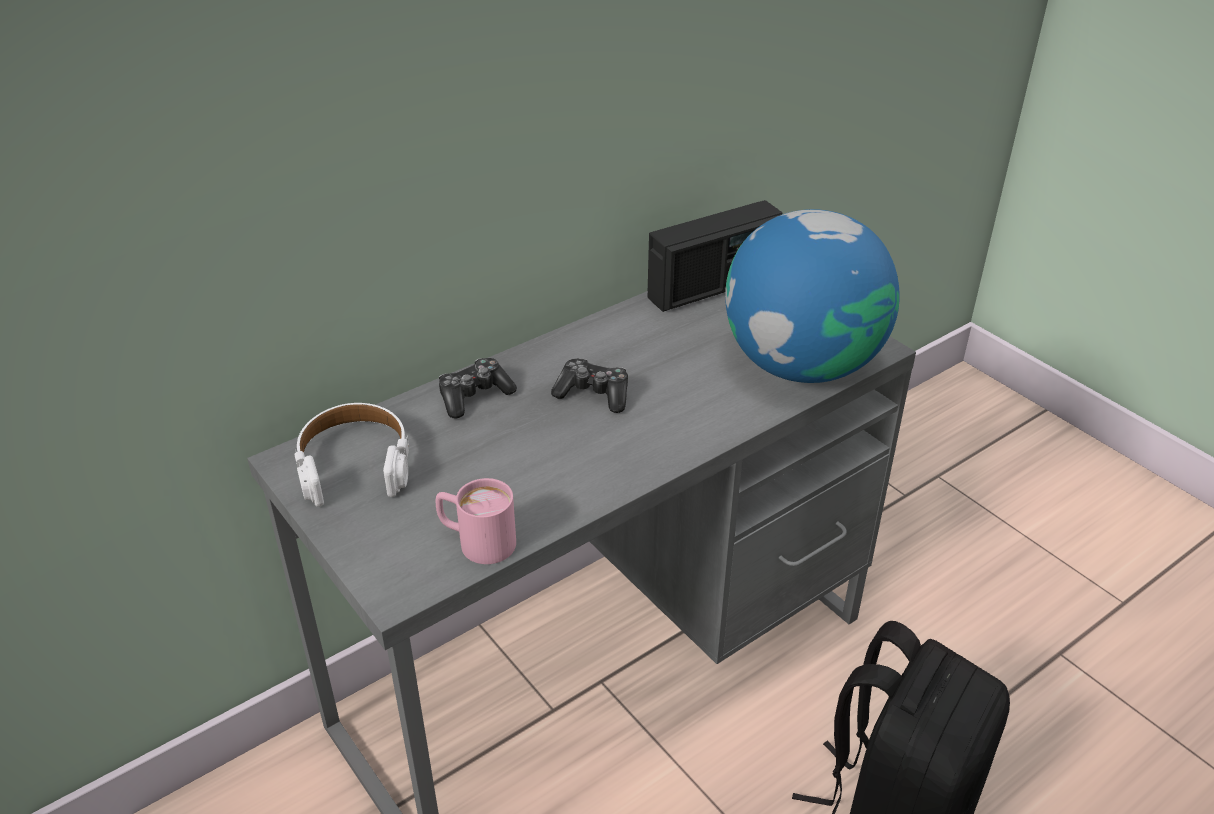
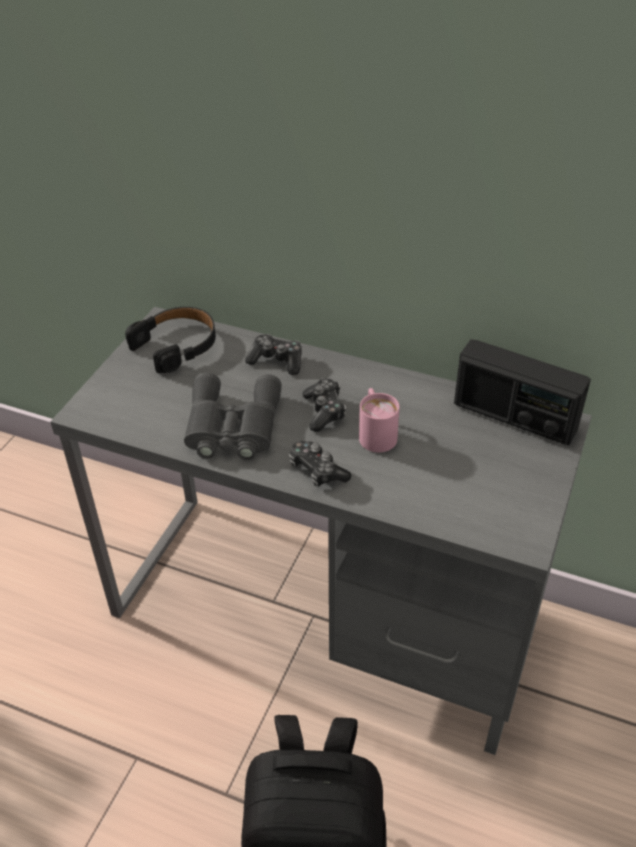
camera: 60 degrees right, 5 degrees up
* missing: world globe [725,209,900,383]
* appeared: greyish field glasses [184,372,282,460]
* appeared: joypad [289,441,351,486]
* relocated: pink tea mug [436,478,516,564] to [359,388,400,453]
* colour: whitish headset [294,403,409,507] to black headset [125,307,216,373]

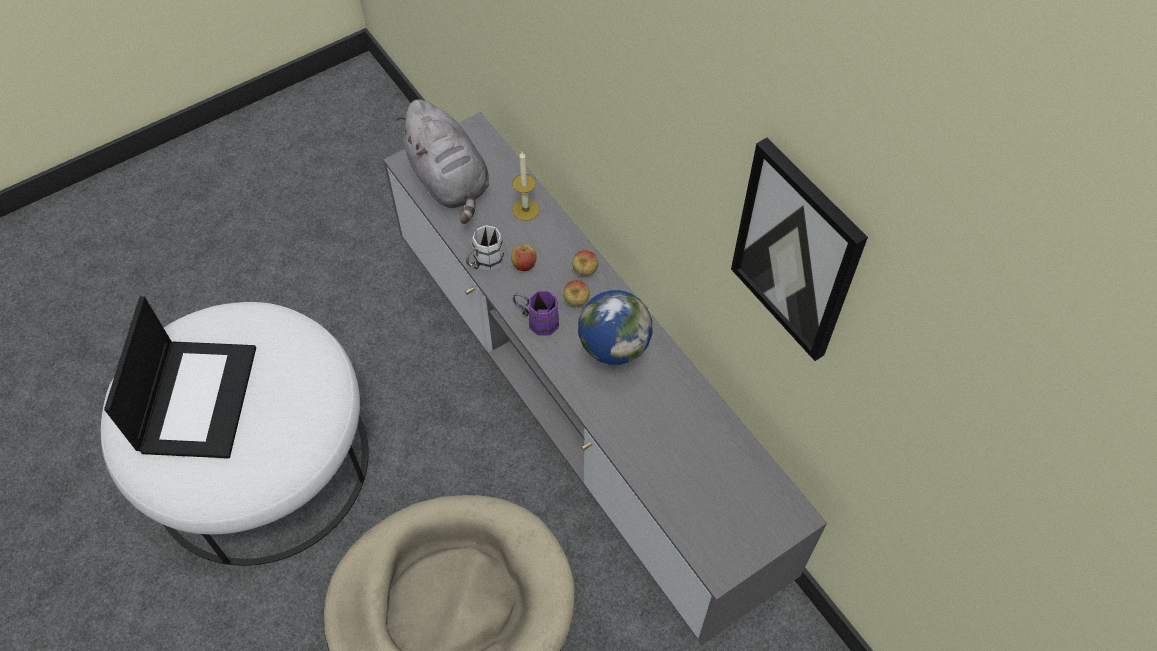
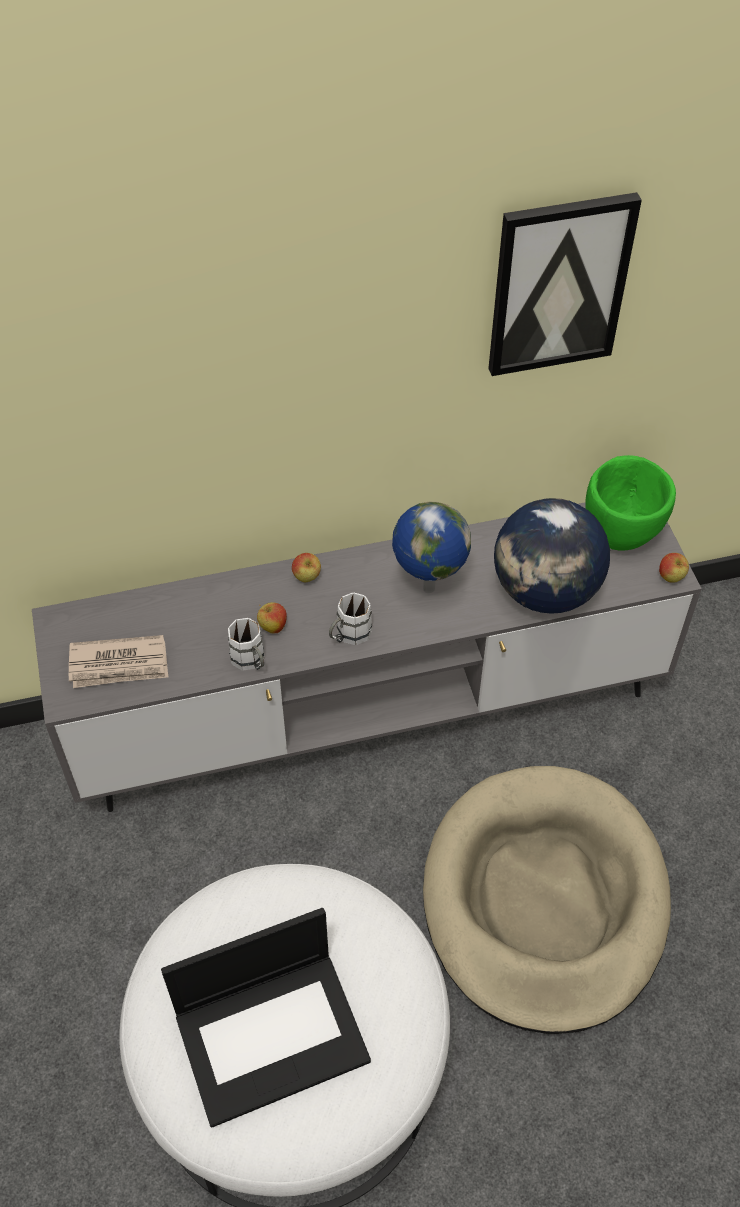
camera: 70 degrees left, 5 degrees down
* missing: candle [512,152,540,221]
* appeared: world globe [494,498,610,614]
* appeared: green serving bowl [585,455,676,551]
* relocated: whole apple [563,280,590,306] to [659,553,689,583]
* exchanged: greyish cuddly toy [396,100,489,224] to printed paper [69,635,168,688]
* colour: purple tea mug [513,291,559,336] to whitish tea mug [329,593,372,645]
* spun: portable computer [104,296,256,458] = [161,908,371,1128] 135 degrees clockwise

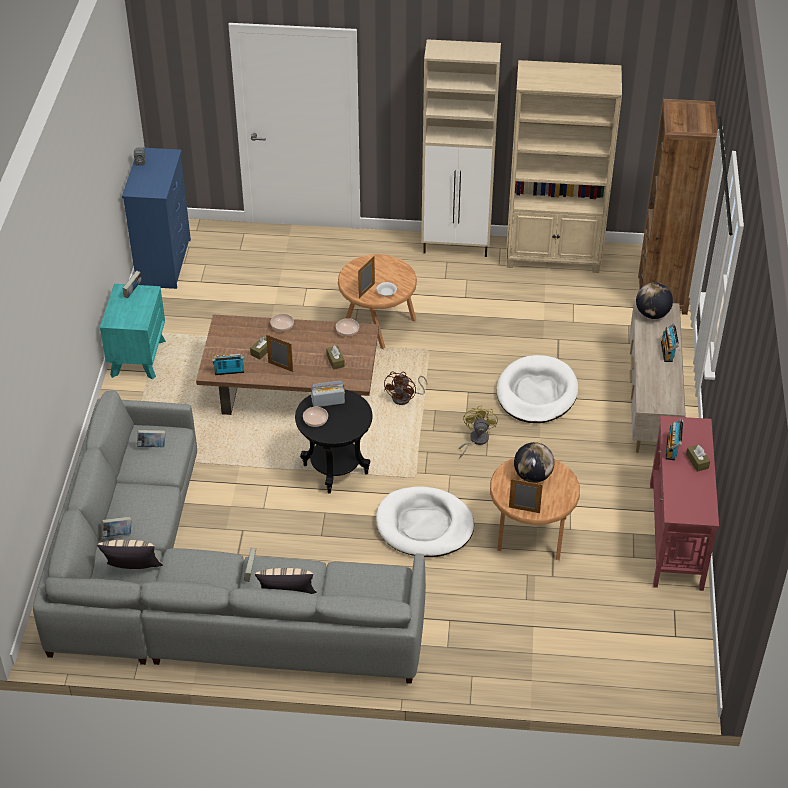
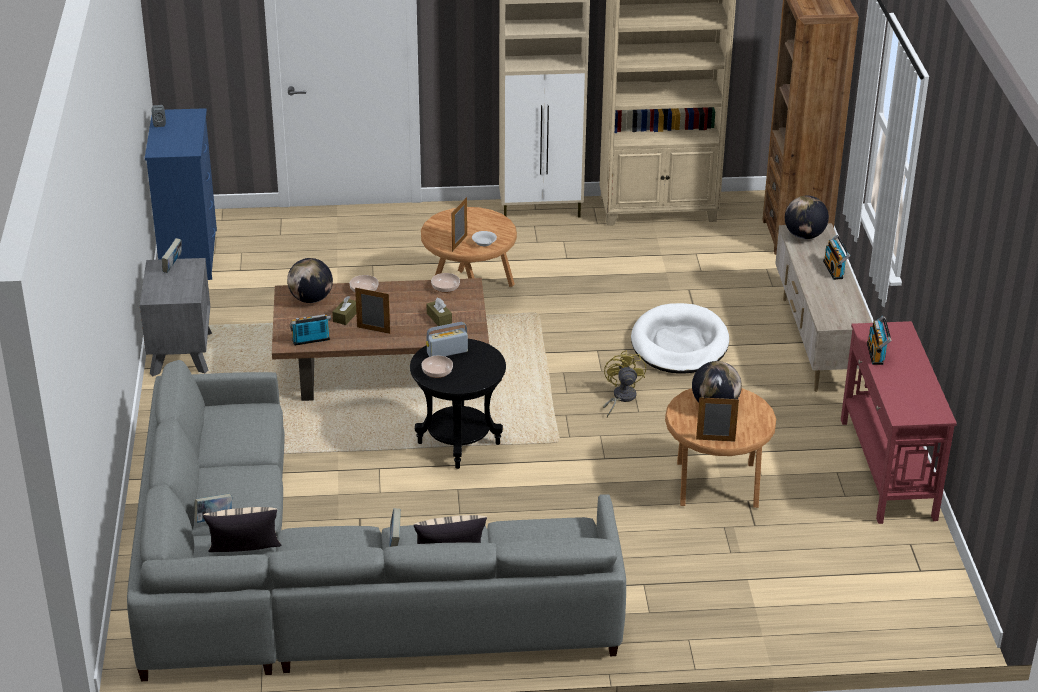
camera: 10 degrees left, 10 degrees down
* missing: book [137,430,166,447]
* missing: whitish dog bed [376,486,474,557]
* missing: brown-coloured cooling fan [384,372,427,405]
* missing: brown-coloured tissue holder [686,445,710,472]
* appeared: world globe [287,258,333,303]
* colour: turquoise-coloured night table [100,284,166,379] to greyish night table [140,258,212,377]

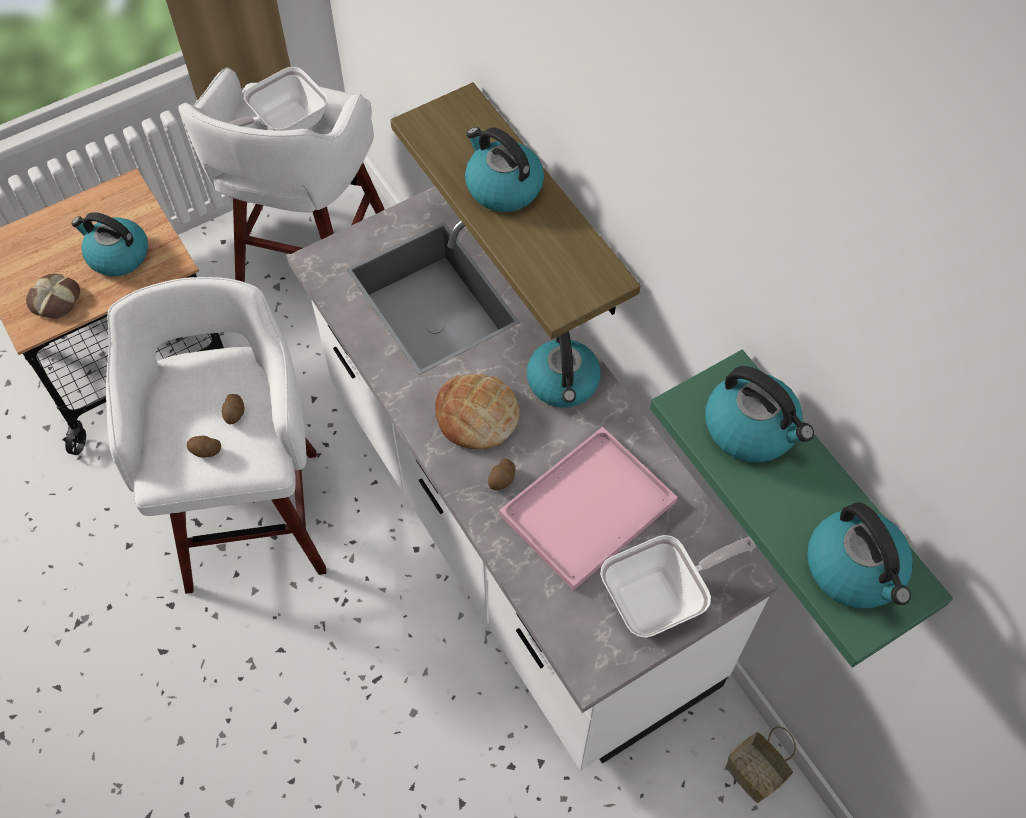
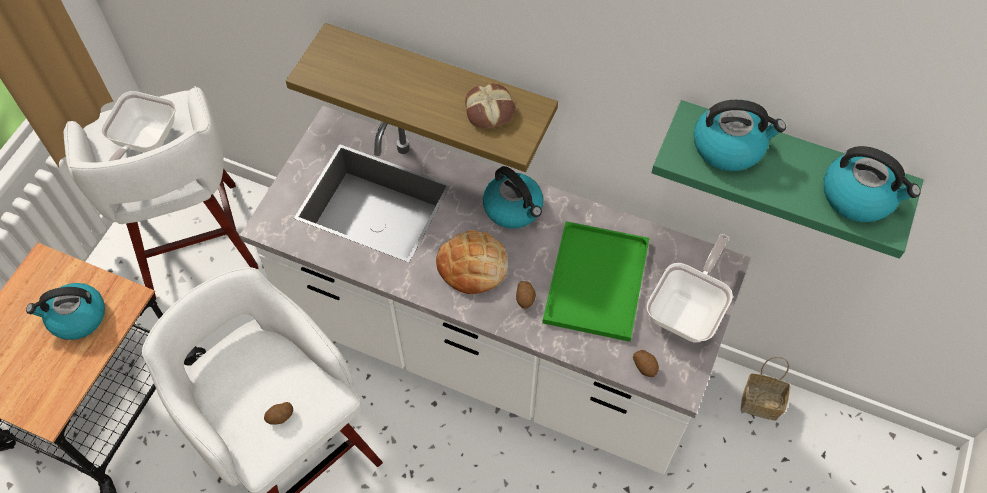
camera: 35 degrees left, 0 degrees up
* missing: kettle [465,127,544,212]
* relocated: bread [26,274,80,319] to [465,84,516,129]
* relocated: spud [222,394,245,424] to [633,350,659,377]
* colour: pink serving tray [499,427,678,590] to green serving tray [542,221,650,342]

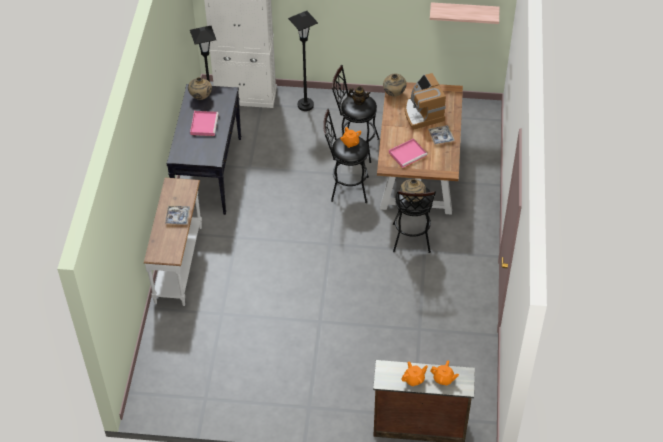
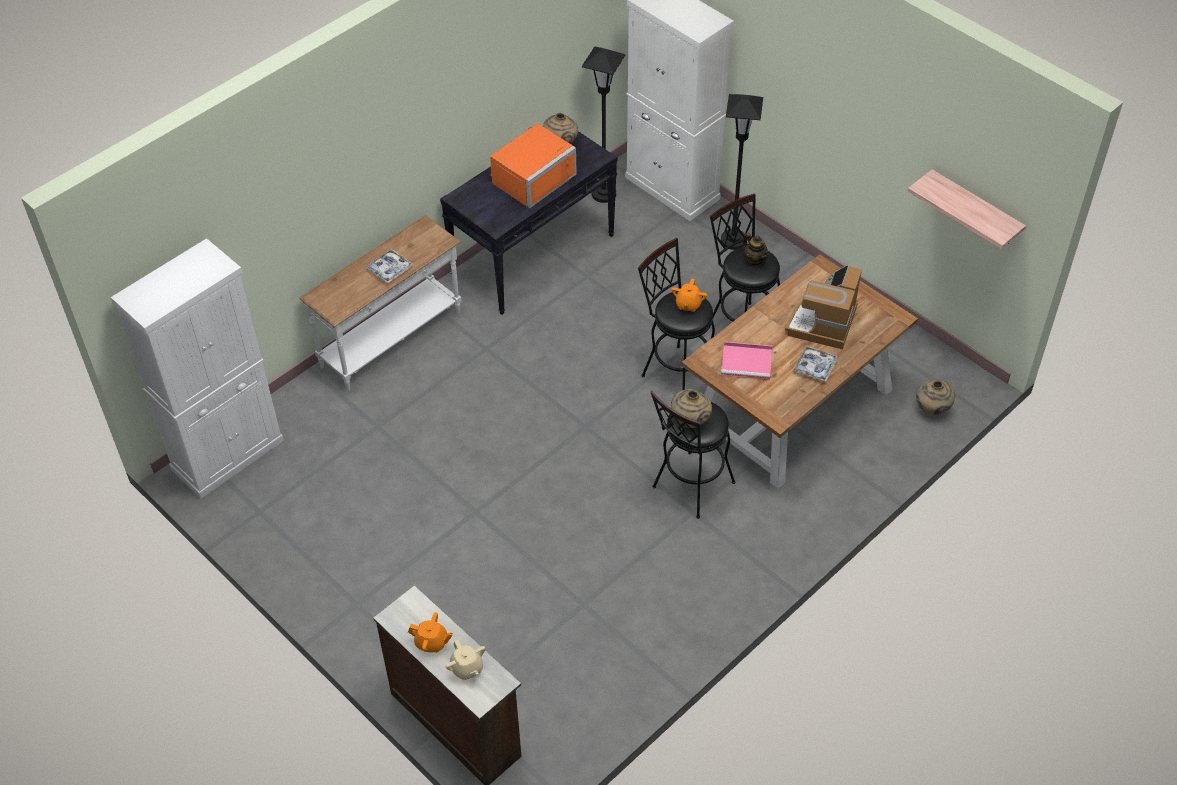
camera: 40 degrees right, 0 degrees up
* appeared: whitish cabinet [111,238,284,498]
* relocated: beige-coloured decorative vase [383,73,406,97] to [916,379,955,415]
* exchanged: pink serving tray [190,111,219,136] to orange microwave oven [490,123,577,208]
* colour: orange pot for tea [430,361,459,386] to beige-coloured pot for tea [446,640,486,680]

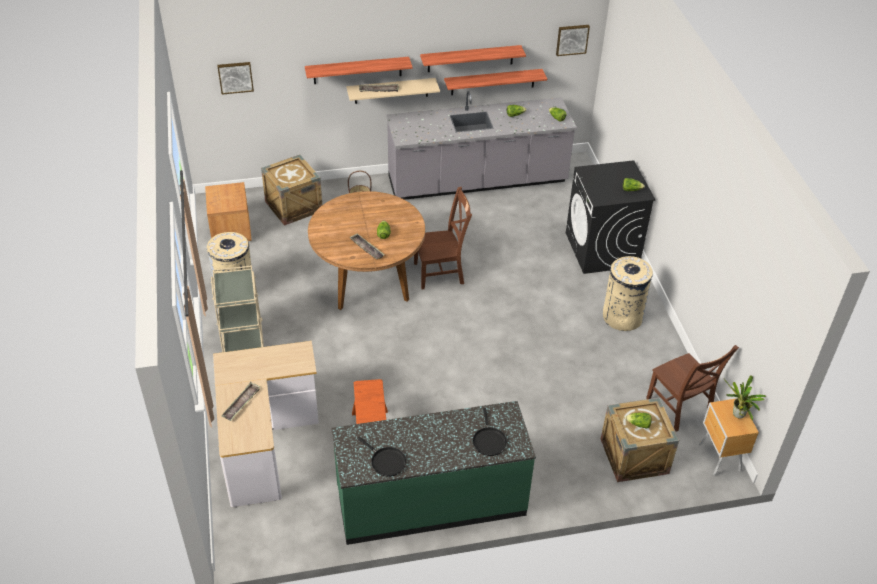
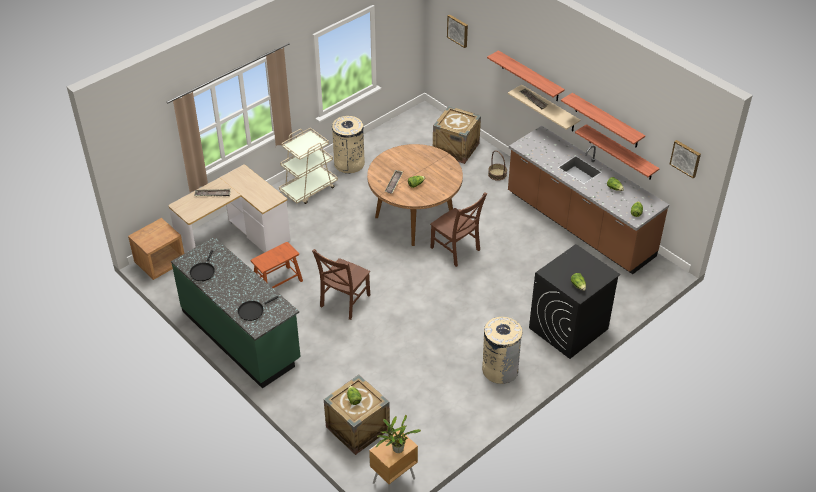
camera: 60 degrees right, 0 degrees up
* relocated: brown-coloured night table [205,182,252,241] to [128,218,184,280]
* relocated: brown-coloured plain chair [646,345,739,431] to [312,249,370,320]
* colour: greyish kitchen counter [386,91,577,200] to brown-coloured kitchen counter [508,126,669,274]

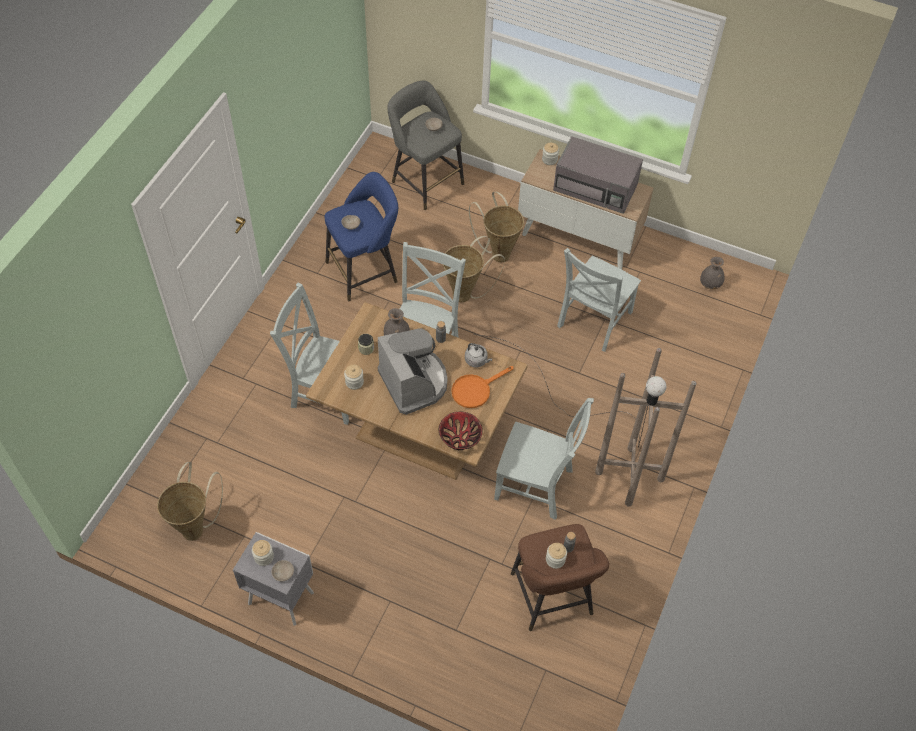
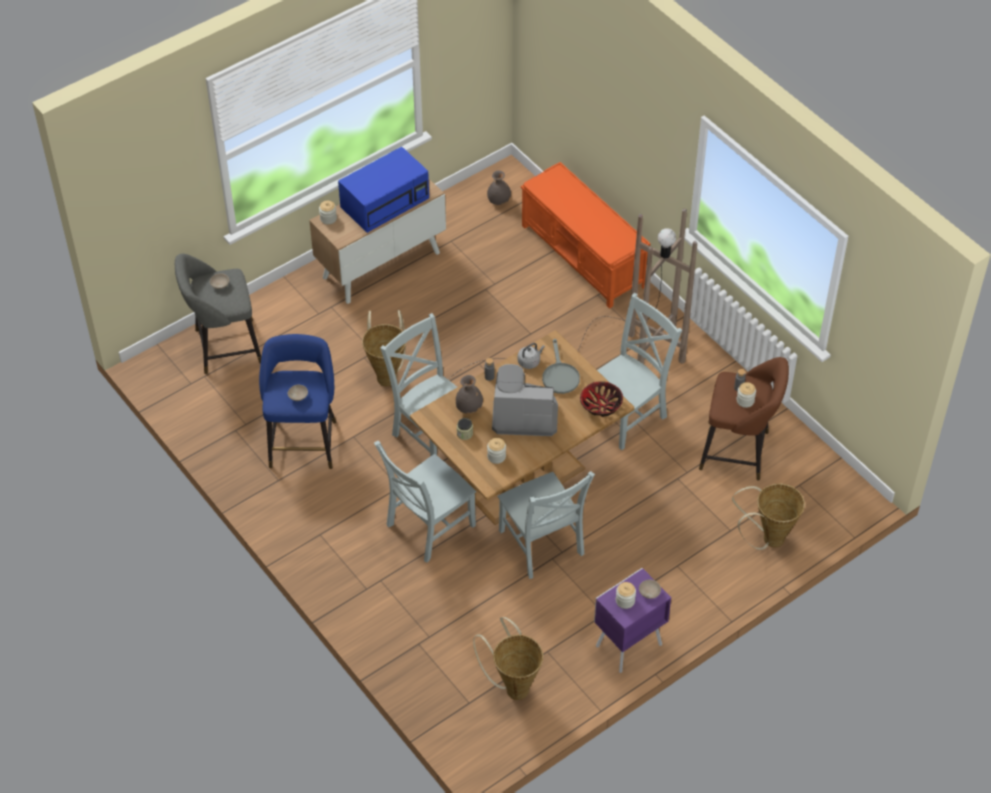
camera: 60 degrees left, 5 degrees down
* appeared: orange bench [521,162,650,309]
* relocated: household basket [469,192,524,262] to [732,483,805,550]
* relocated: greyish plain chair [557,248,641,352] to [497,471,595,579]
* colour: greyish night table [233,532,314,626] to purple night table [594,568,671,673]
* colour: orange pan [452,366,514,408] to greyish pan [542,338,580,394]
* colour: greyish microwave oven [553,136,643,214] to blue microwave oven [338,147,429,233]

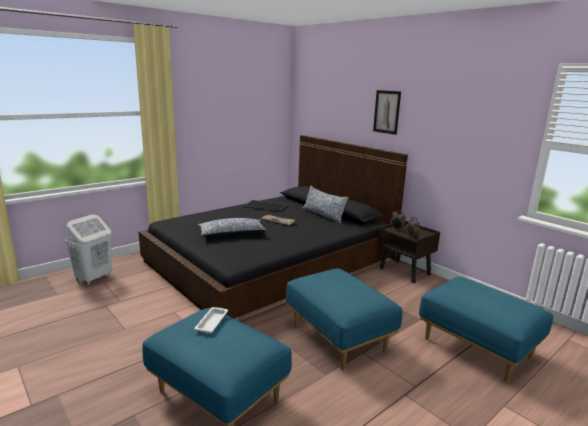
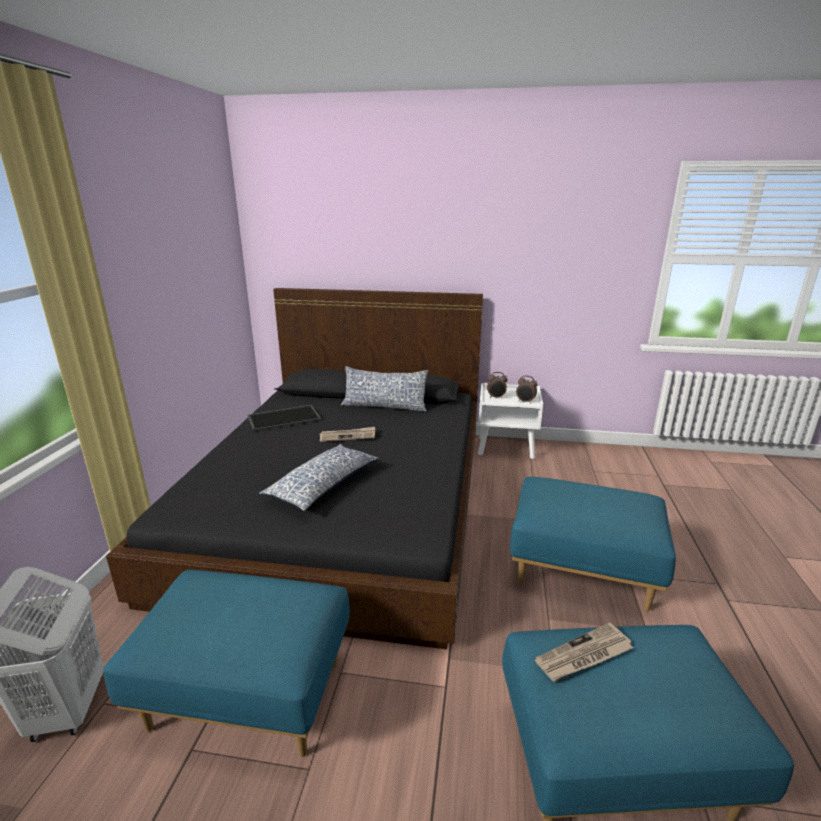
camera: 40 degrees left, 5 degrees up
* missing: picture [373,90,401,135]
* relocated: blue footrest [419,277,553,383] to [103,570,350,757]
* exchanged: whitish serving tray [194,307,228,333] to printed paper [534,623,633,682]
* colour: brown-coloured night table [379,221,440,283] to whitish night table [478,383,543,459]

